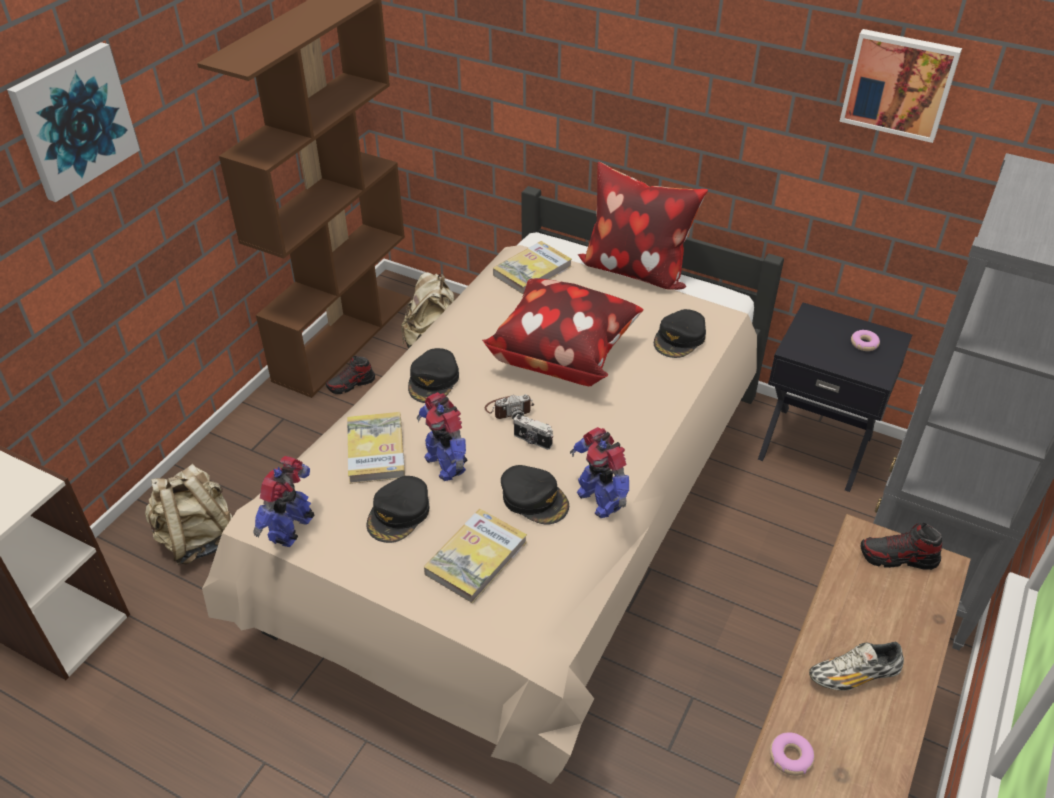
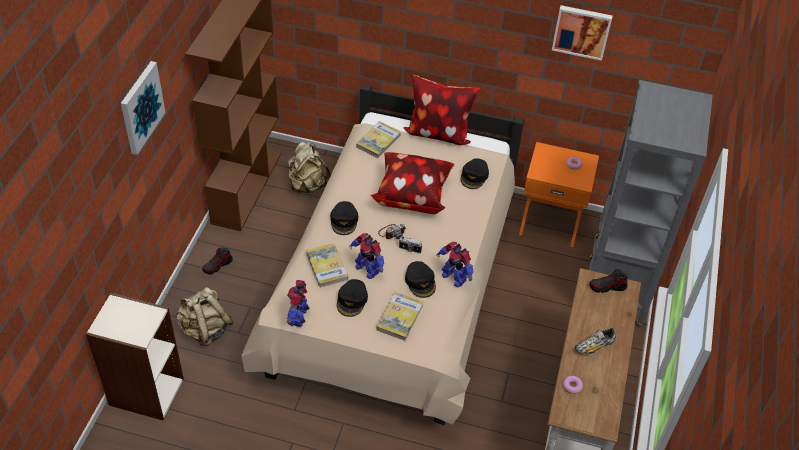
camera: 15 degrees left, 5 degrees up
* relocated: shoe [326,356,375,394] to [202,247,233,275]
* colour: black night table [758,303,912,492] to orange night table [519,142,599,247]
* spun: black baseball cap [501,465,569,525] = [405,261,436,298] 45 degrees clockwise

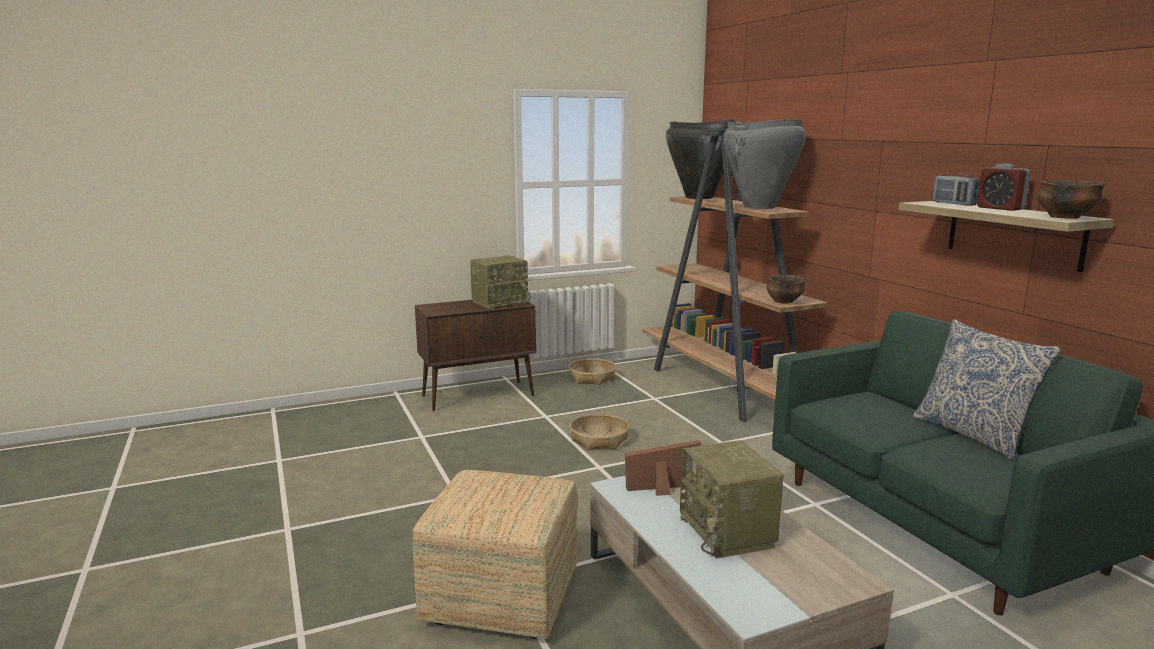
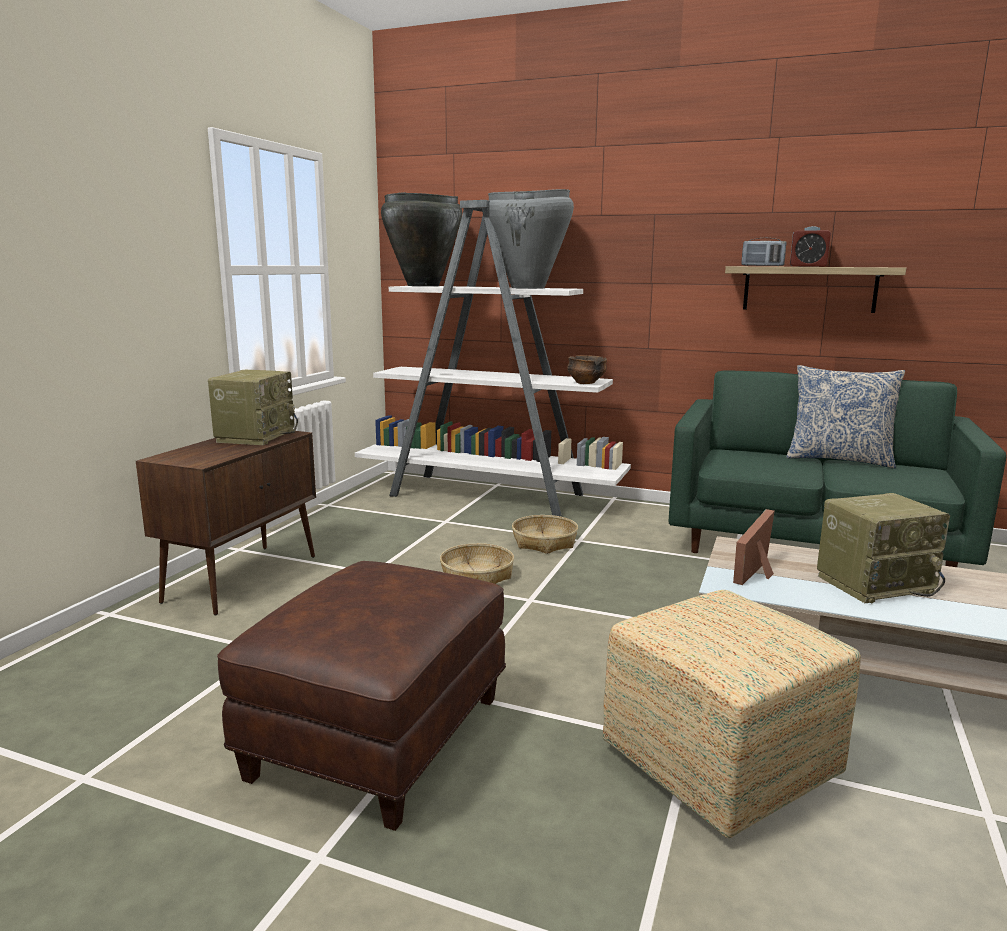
camera: 45 degrees left, 0 degrees up
* missing: serving bowl [1038,180,1106,219]
* appeared: brown-coloured footrest [217,561,506,831]
* relocated: household basket [569,358,616,385] to [512,515,578,554]
* colour: brown-coloured bookcase [642,129,827,422] to whitish bookcase [355,200,631,517]
* spun: radio [680,440,784,559] = [817,493,950,603] 45 degrees counterclockwise

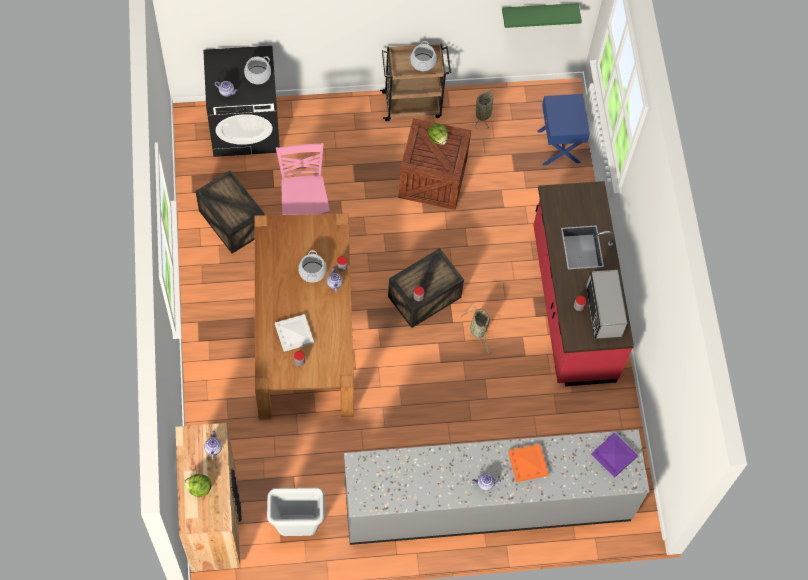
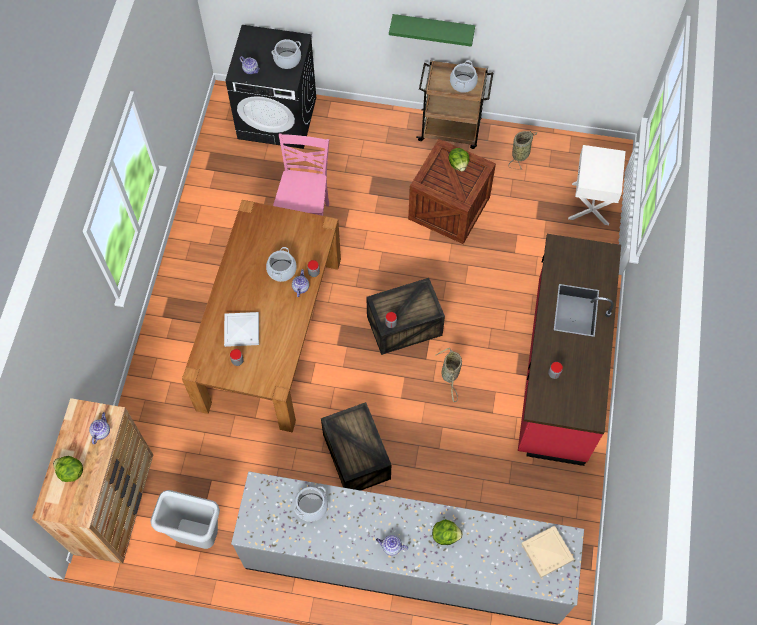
camera: 20 degrees right, 0 degrees up
* missing: microwave oven [585,270,627,339]
* appeared: stockpot [294,486,328,522]
* relocated: crate [196,170,264,254] to [321,402,391,491]
* relocated: green bracket shelf [502,3,582,28] to [389,14,475,47]
* exchanged: orange serving tray [508,444,549,482] to head of lettuce [432,519,463,545]
* colour: blue night table [538,94,590,165] to whitish night table [568,145,626,225]
* colour: purple serving tray [591,432,638,478] to beige-coloured serving tray [521,525,574,578]

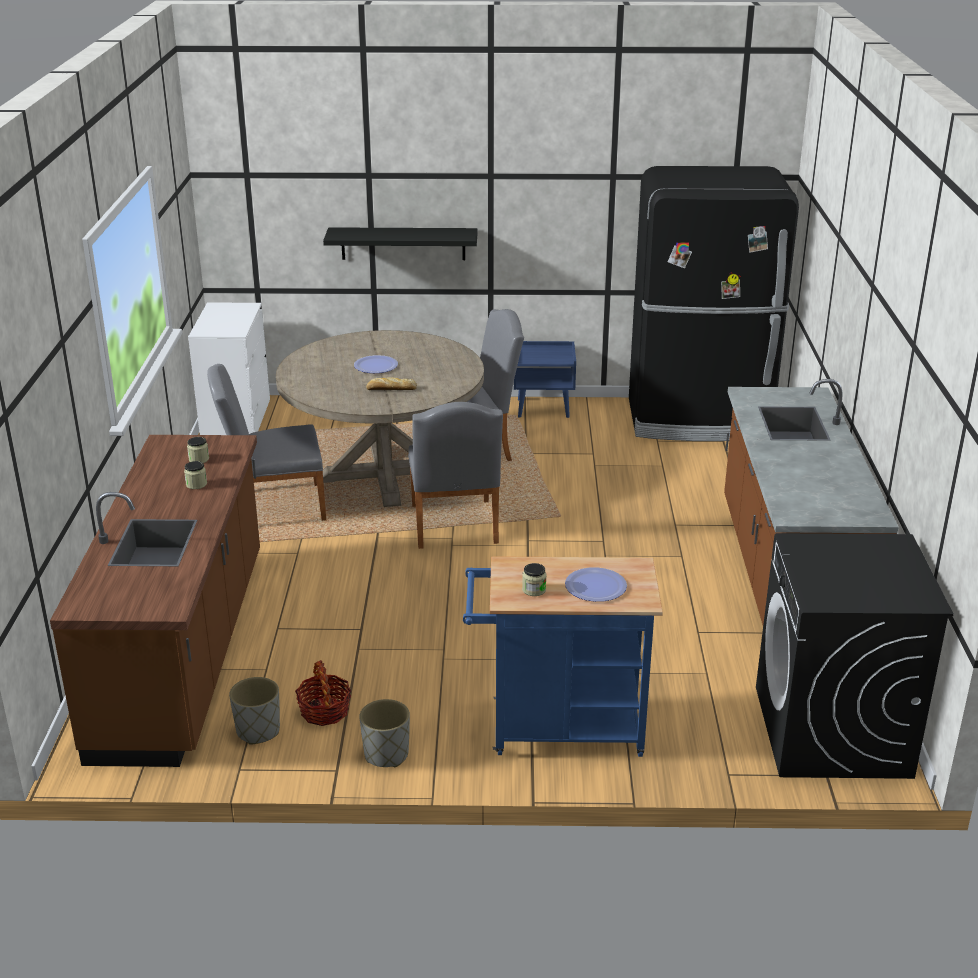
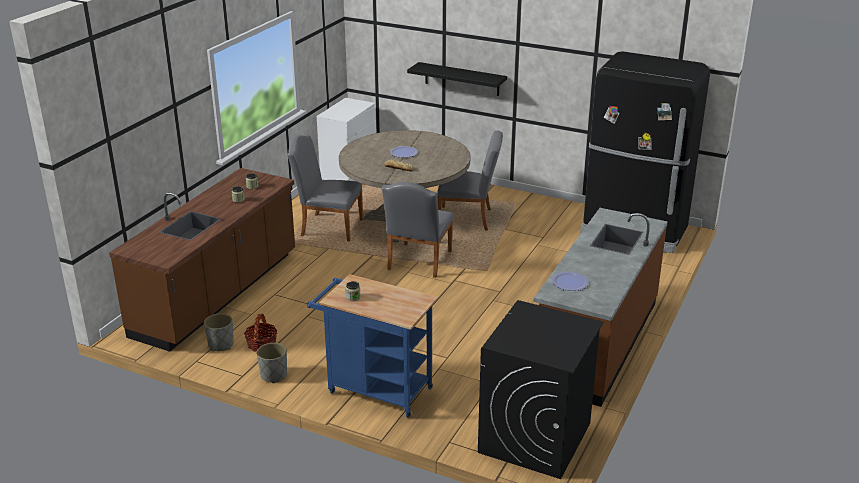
camera: 25 degrees right, 0 degrees up
* missing: blue night table [514,341,576,418]
* relocated: plate [565,567,627,602] to [552,272,589,291]

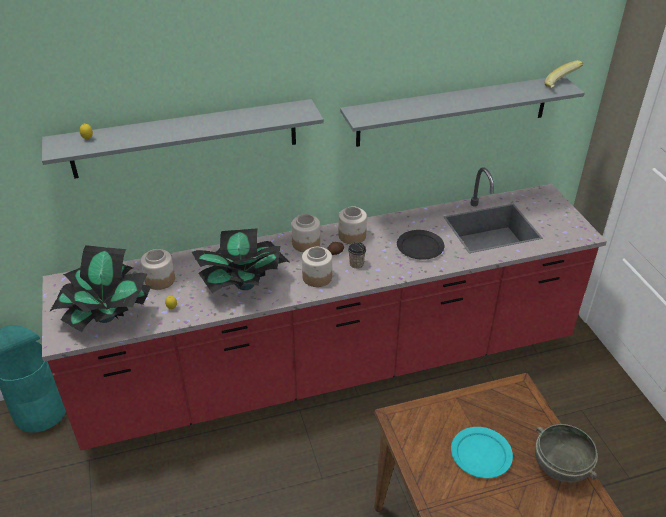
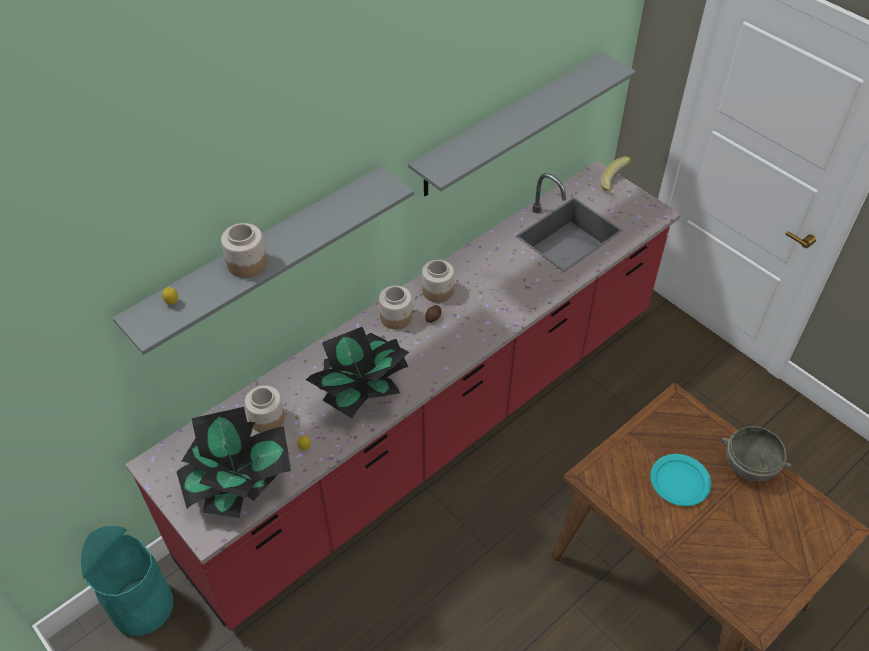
camera: 25 degrees left, 10 degrees up
* missing: drinking cup [348,242,366,269]
* missing: black plate [397,230,444,260]
* relocated: storage jar [302,247,332,287] to [221,223,267,278]
* relocated: whole banana [545,60,583,88] to [600,156,631,193]

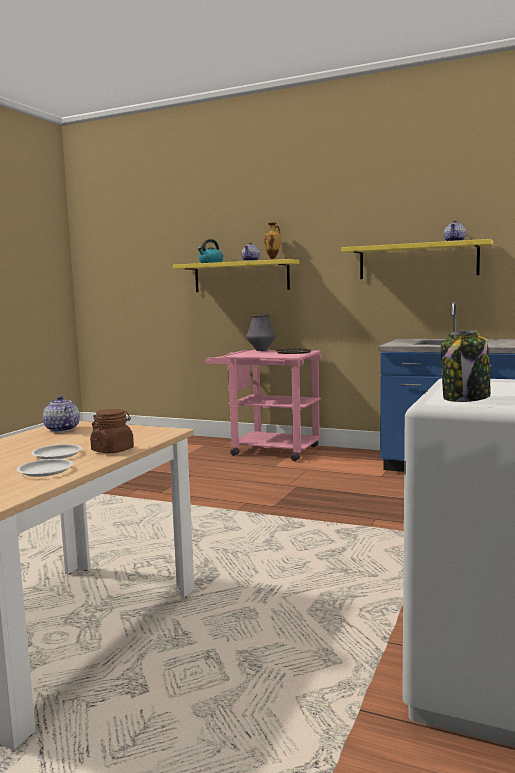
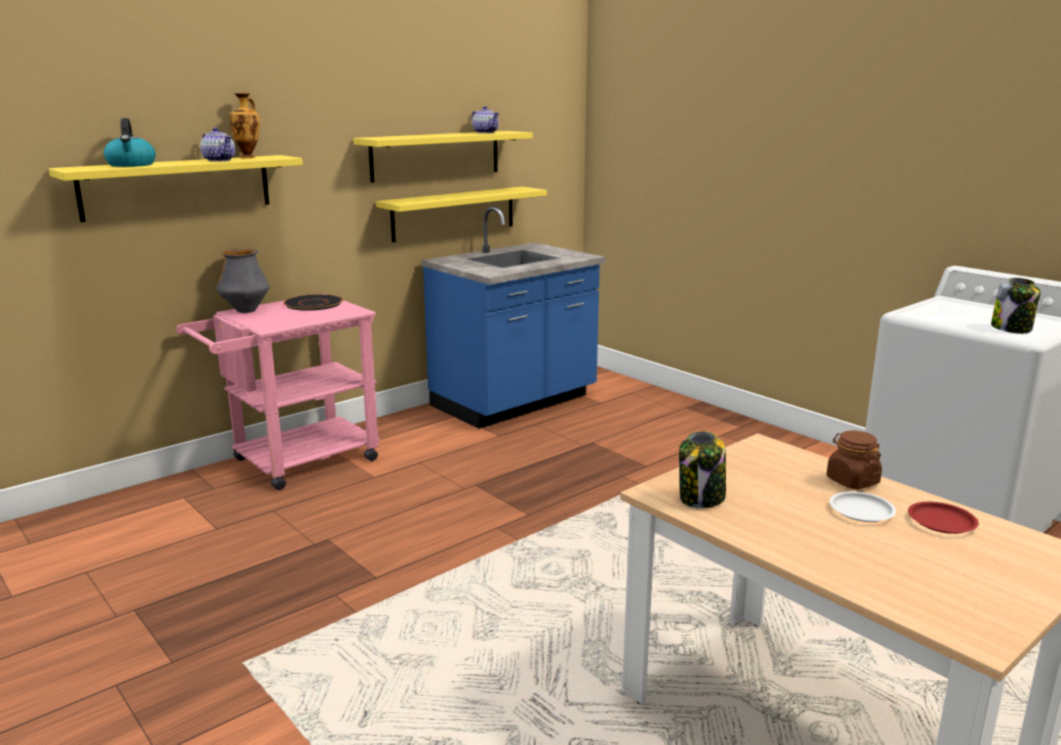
camera: 65 degrees left, 10 degrees up
* appeared: yellow-coloured bracket shelf [376,187,547,242]
* exchanged: pot for tea [43,396,80,432] to storage jar [679,431,726,508]
* colour: whitish plate [16,459,73,477] to red-coloured plate [908,502,979,534]

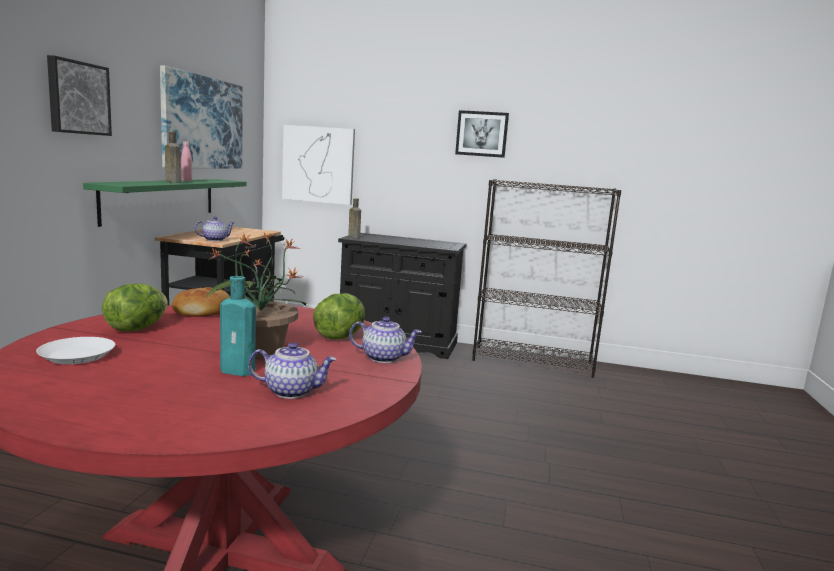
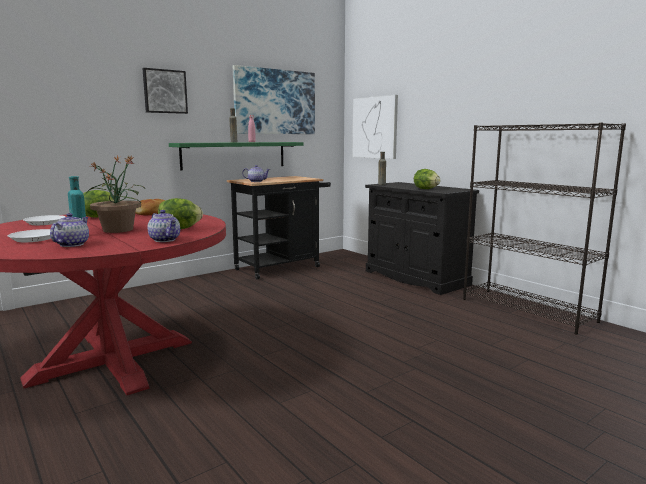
camera: 40 degrees right, 0 degrees up
* missing: picture [455,110,509,158]
* appeared: whitish plate [7,229,51,242]
* appeared: head of lettuce [414,169,441,189]
* spun: pot for tea [248,342,337,399] = [50,213,89,247] 120 degrees counterclockwise

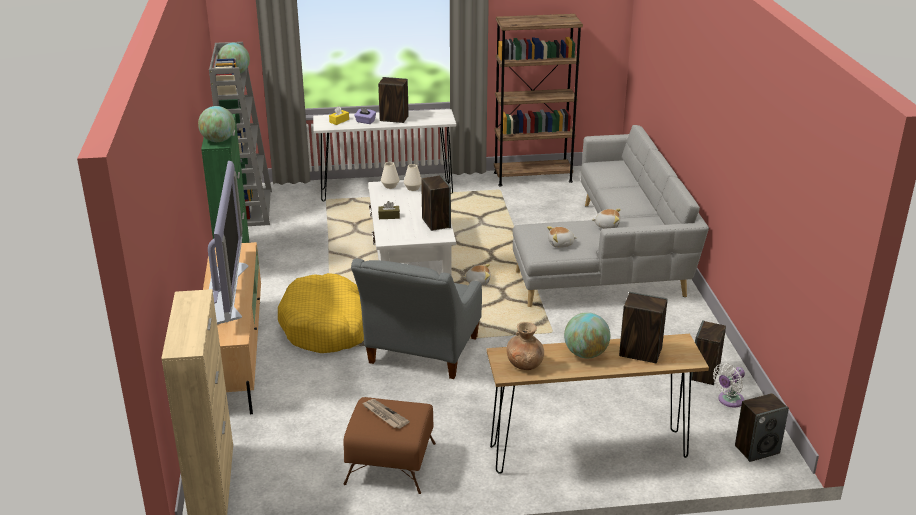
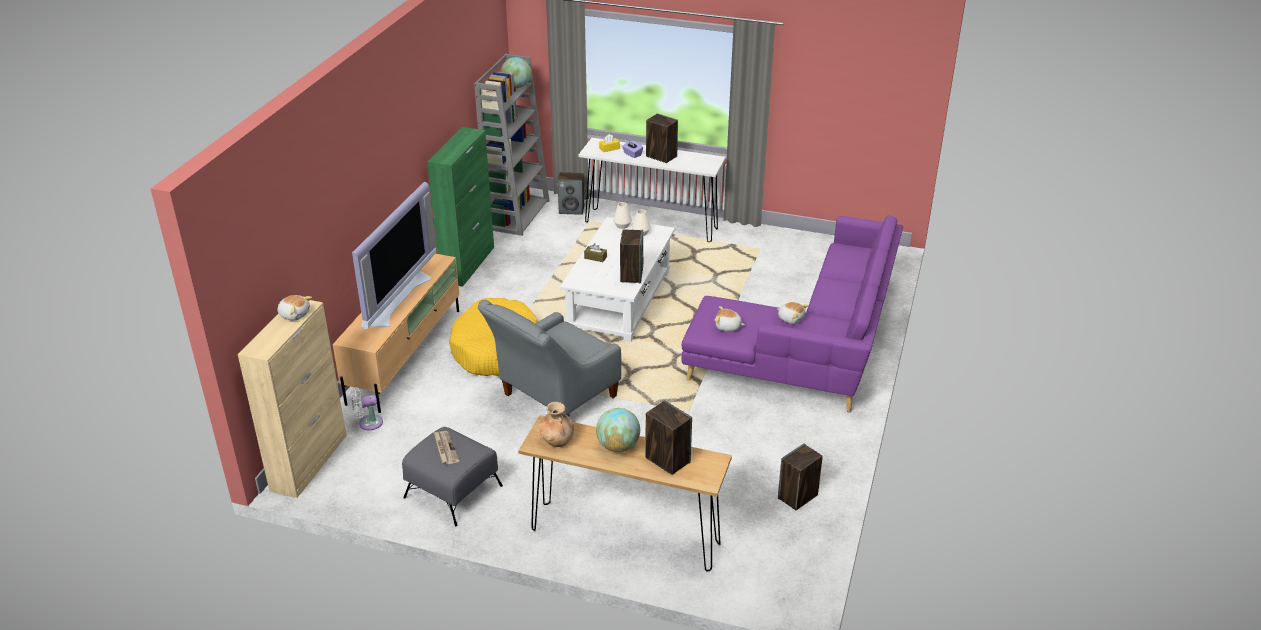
camera: 25 degrees right, 5 degrees up
* missing: world globe [198,106,235,142]
* missing: brown-coloured bookcase [494,14,583,187]
* relocated: cuddly toy [463,264,490,285] to [277,295,312,321]
* relocated: whitish cooling fan [713,363,745,408] to [351,387,383,430]
* relocated: loudspeaker [735,393,789,462] to [558,172,584,215]
* colour: brown-coloured footrest [343,397,436,494] to greyish footrest [402,427,503,526]
* colour: greyish settee [513,125,709,307] to purple settee [682,215,903,413]

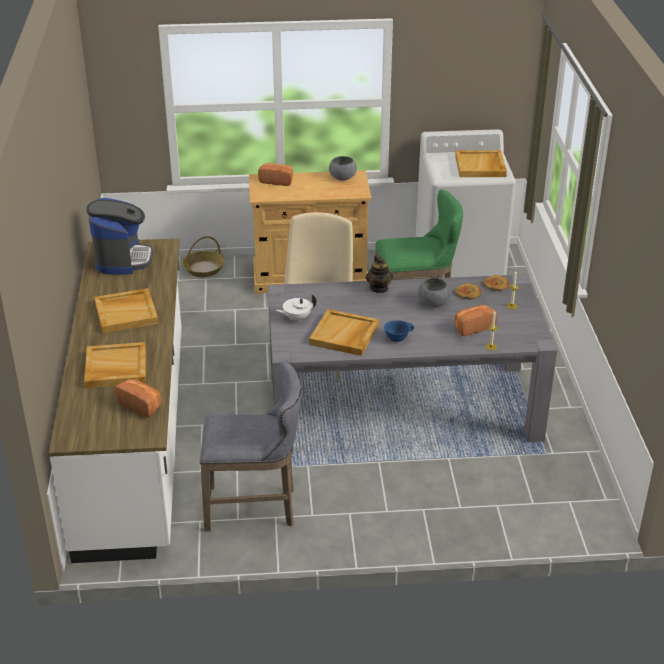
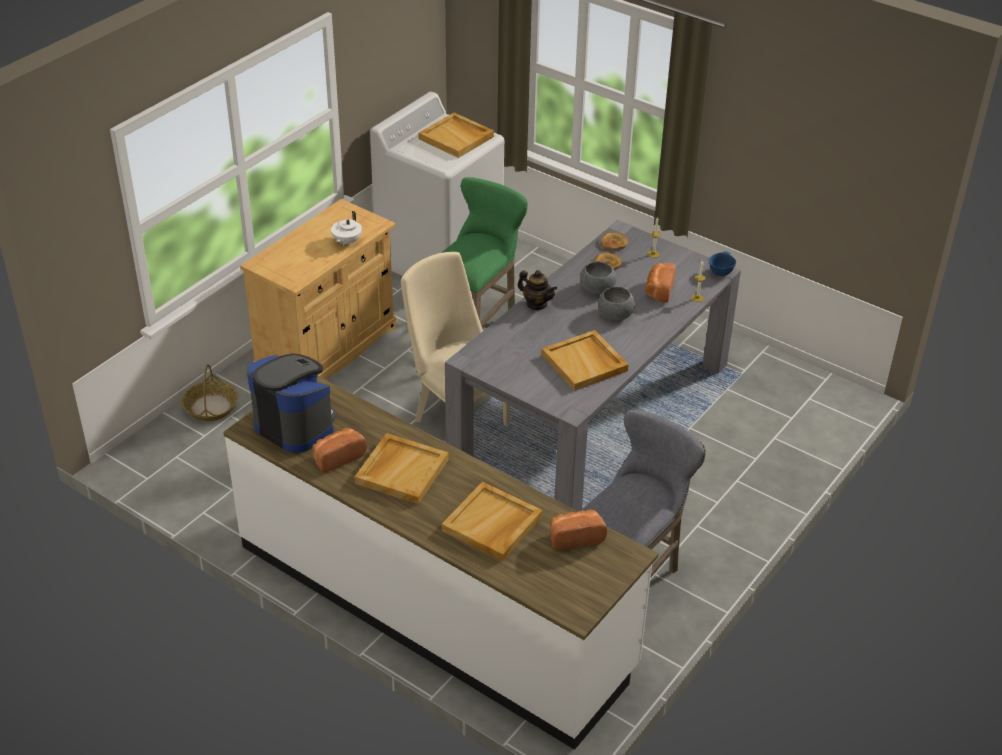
camera: 50 degrees left, 5 degrees up
* relocated: bread [258,163,293,186] to [312,428,367,473]
* relocated: whitish pot for tea [276,294,316,322] to [331,211,362,246]
* relocated: greyish serving bowl [329,156,357,181] to [598,286,635,320]
* relocated: blue serving bowl [384,320,414,342] to [709,251,736,276]

